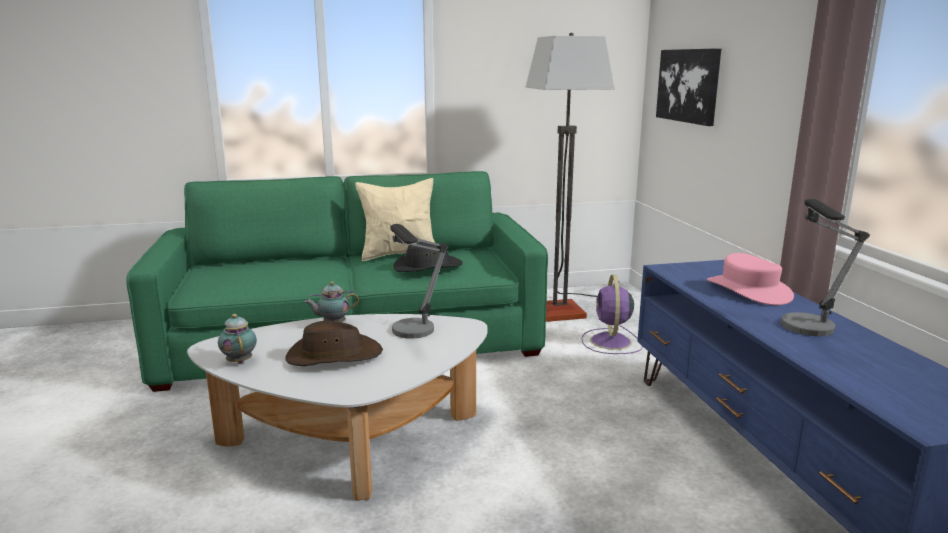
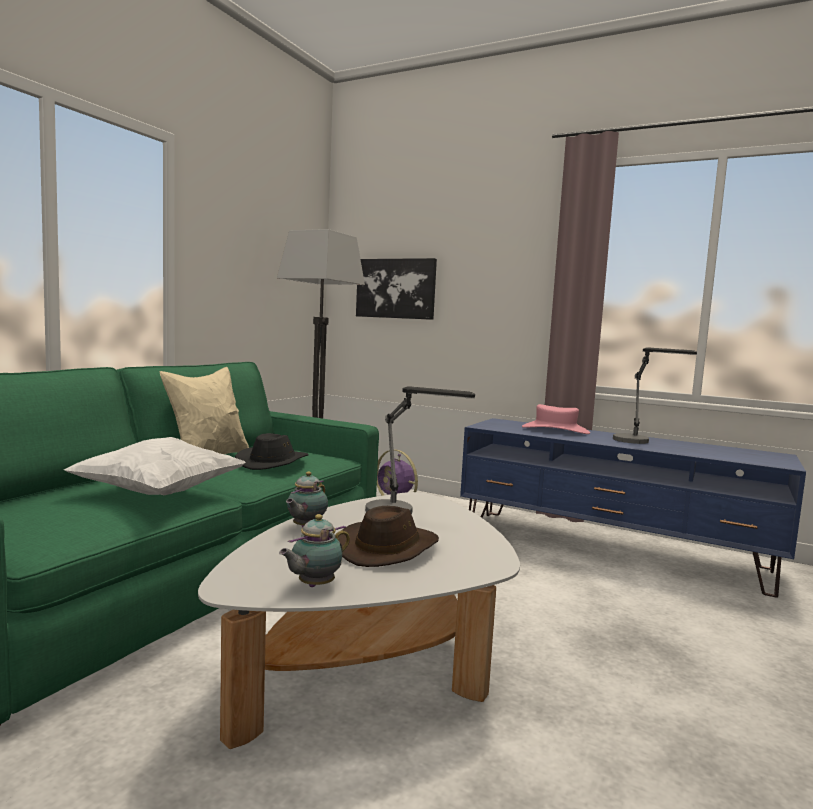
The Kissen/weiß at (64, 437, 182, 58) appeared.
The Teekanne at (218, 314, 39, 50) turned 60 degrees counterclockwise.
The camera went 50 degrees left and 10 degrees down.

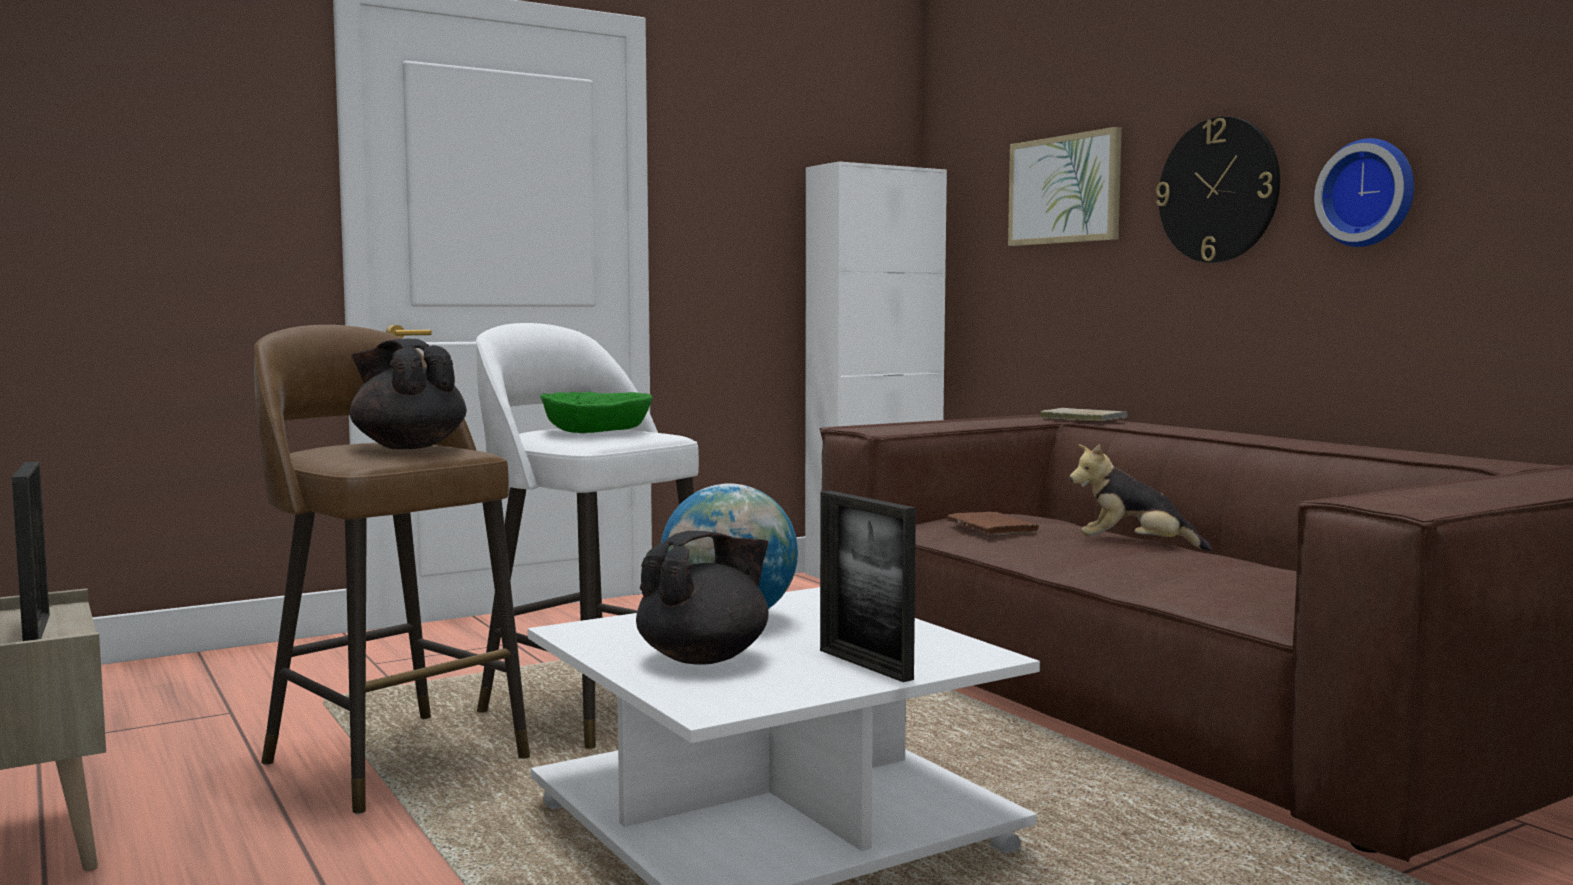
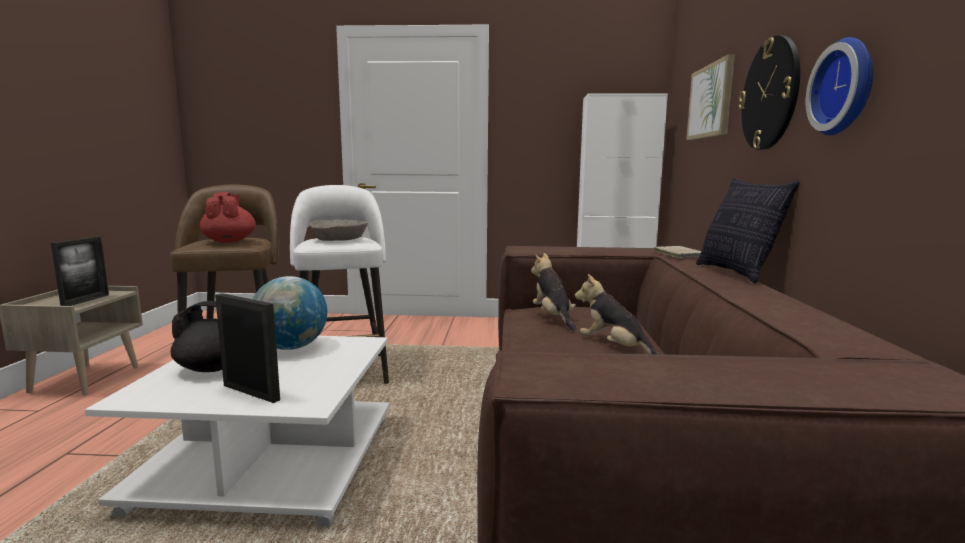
The Teekanne/schwarz at (350, 339, 117, 110) became the Teekanne/rot at (200, 192, 56, 51).
The Bilderrahmen at (820, 491, 96, 191) turned 120 degrees clockwise.
The Schüssel/grün at (541, 392, 111, 41) became the Schüssel/beige at (309, 219, 59, 22).
The Buch/braun at (947, 512, 94, 23) was replaced by the Plüschtier at (531, 253, 45, 78).
The Kissen at (696, 177, 104, 106) appeared.
The camera went 35 degrees right and 5 degrees up.

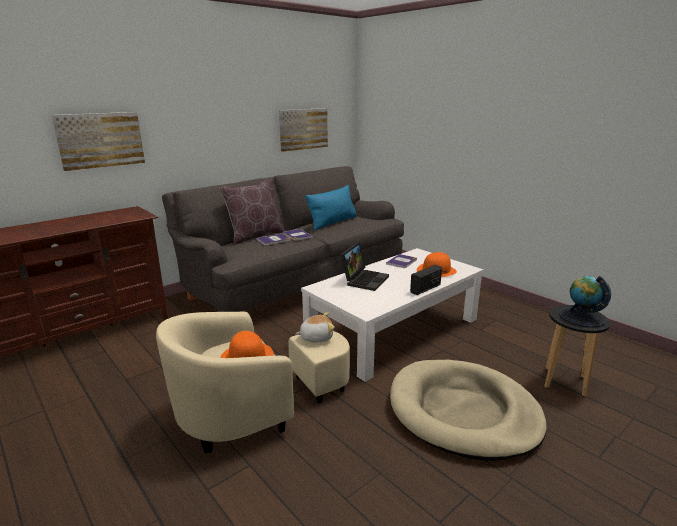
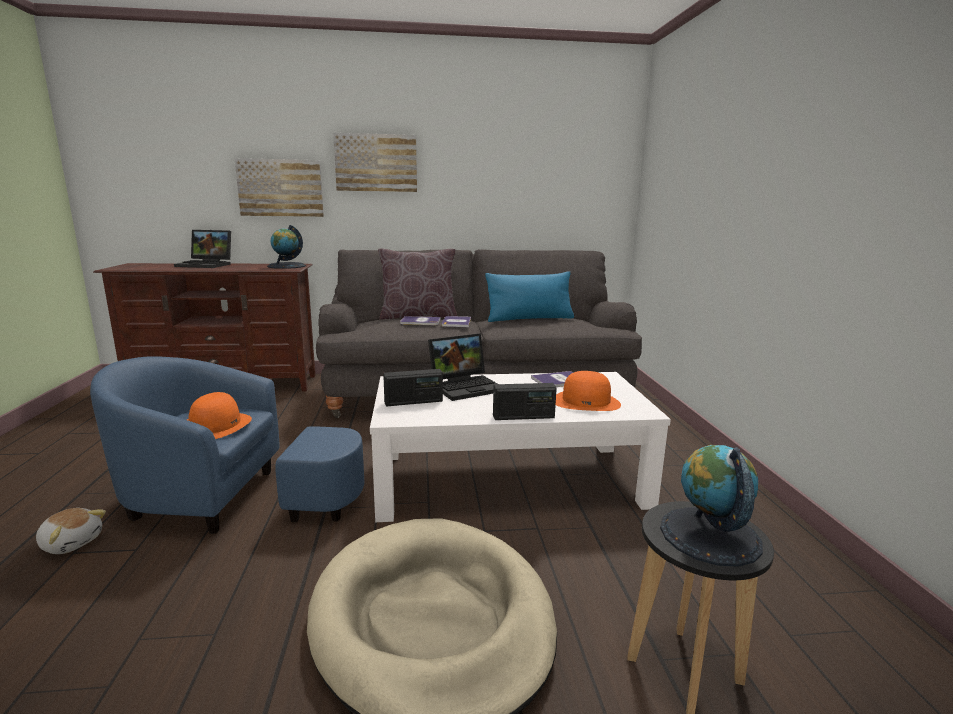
The Plüschtier moved from (295, 312, 40, 31) to (36, 508, 70, 46).
The Sessel/beige at (156, 312, 194, 141) became the Sessel/blau at (90, 356, 274, 178).
The Laptop at (174, 230, 57, 38) appeared.
The Globus at (267, 225, 39, 44) appeared.
The Bild moved from (279, 108, 49, 44) to (333, 133, 84, 59).
The Radio at (383, 369, 60, 38) appeared.
The camera went 35 degrees right and 5 degrees down.

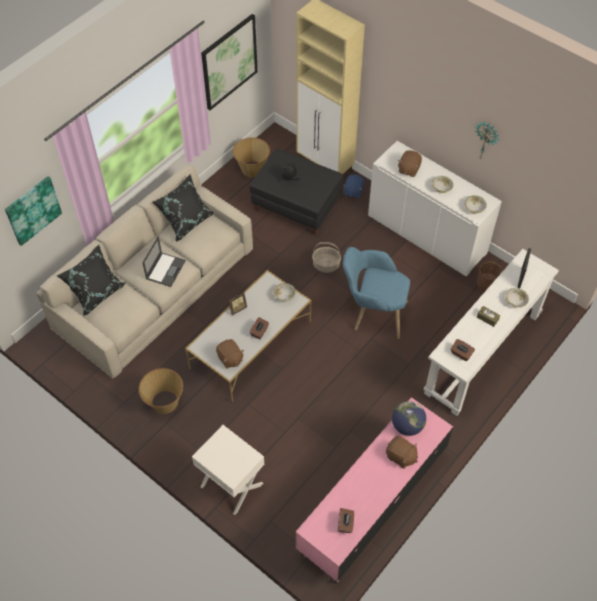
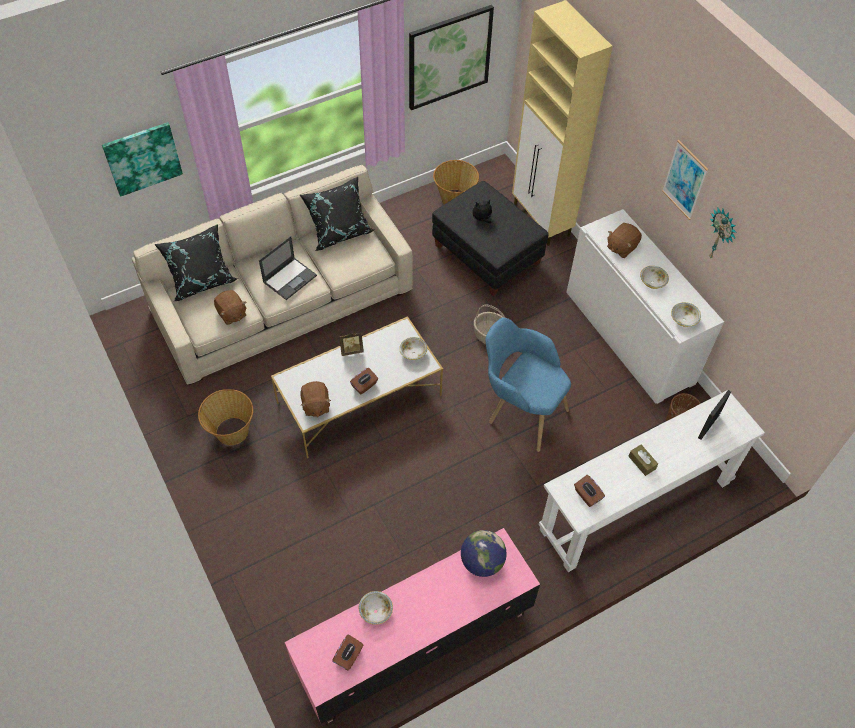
The Plüschtier/braun moved from (386, 436, 32, 33) to (214, 290, 32, 35).
The Schüssel moved from (505, 288, 24, 19) to (359, 591, 34, 34).
The Bild at (662, 140, 46, 80) appeared.
The Nachttisch/weiß at (192, 425, 73, 90) disappeared.
The Plüschtier/blau at (343, 175, 21, 23) disappeared.
The camera went 20 degrees right and 0 degrees up.

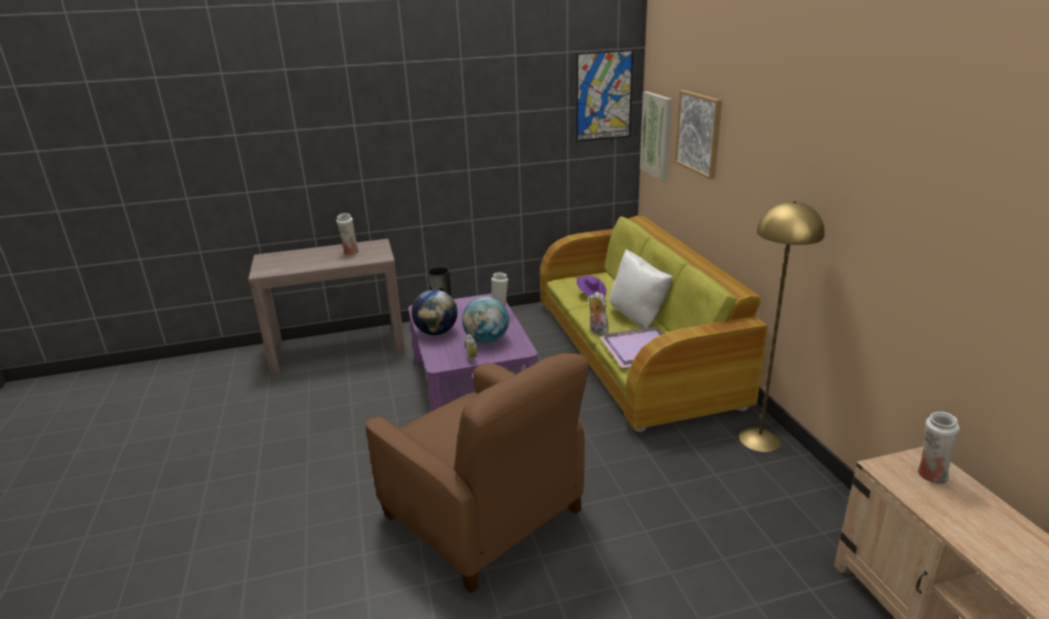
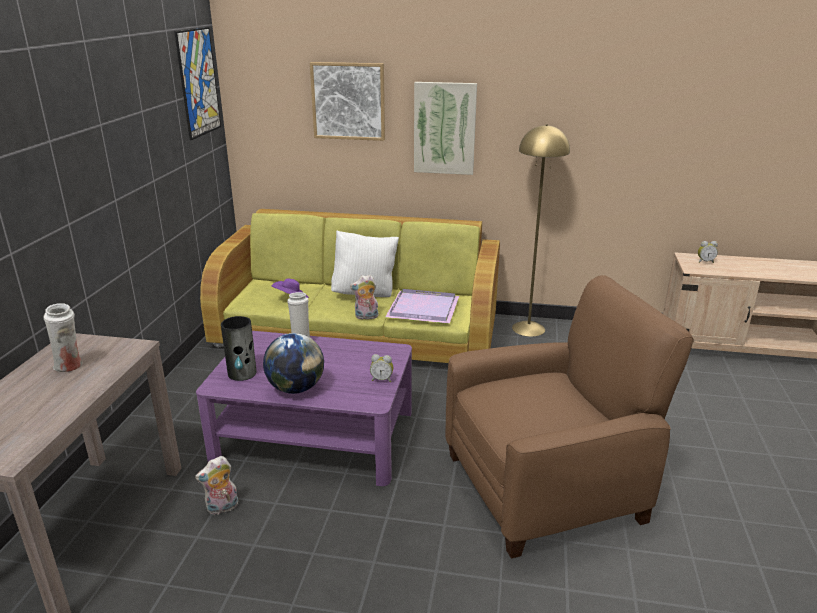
The Plüschtier at (195, 456, 43, 59) appeared.
The Bild moved from (640, 91, 32, 91) to (414, 82, 63, 93).
The Vase/weiß at (918, 412, 42, 72) was replaced by the Wecker at (698, 241, 20, 22).
The Globus at (462, 297, 47, 47) disappeared.
The camera went 65 degrees left and 0 degrees up.

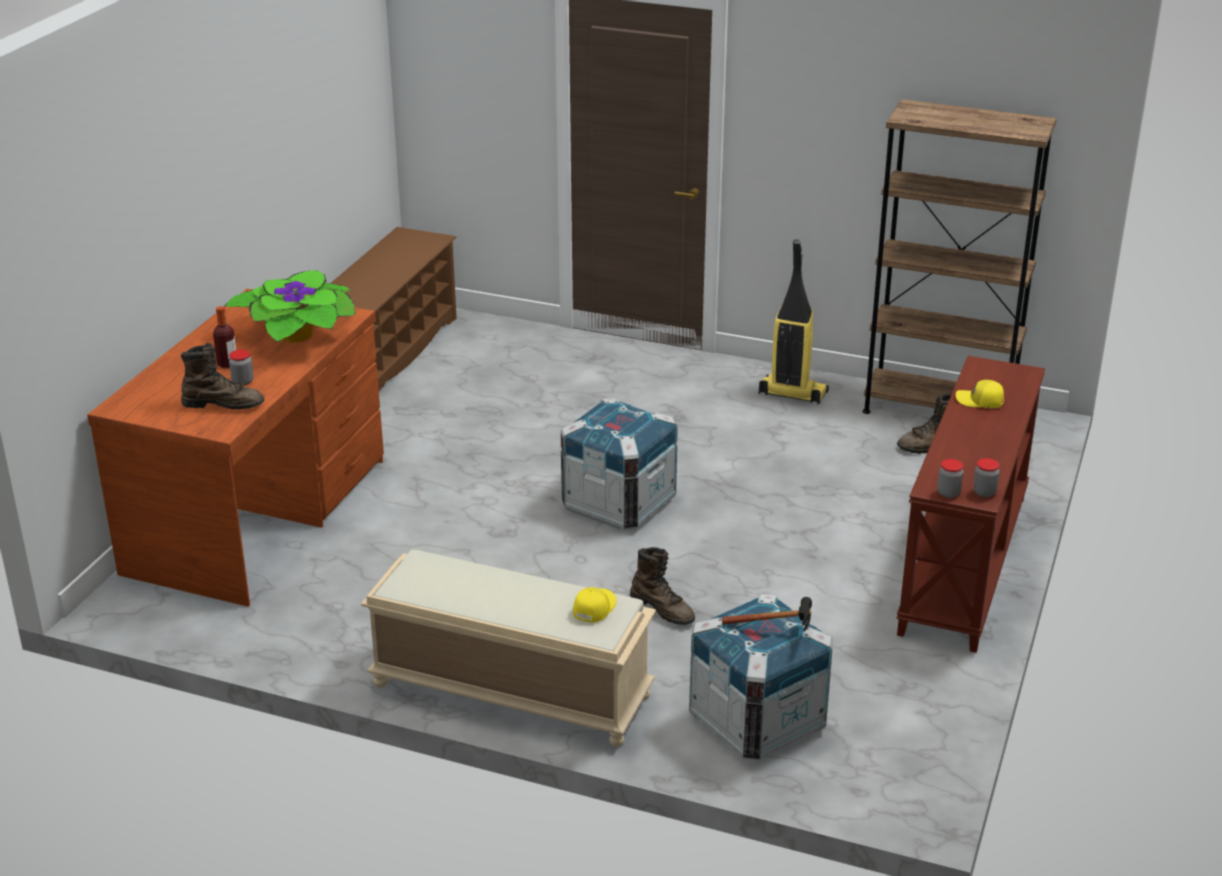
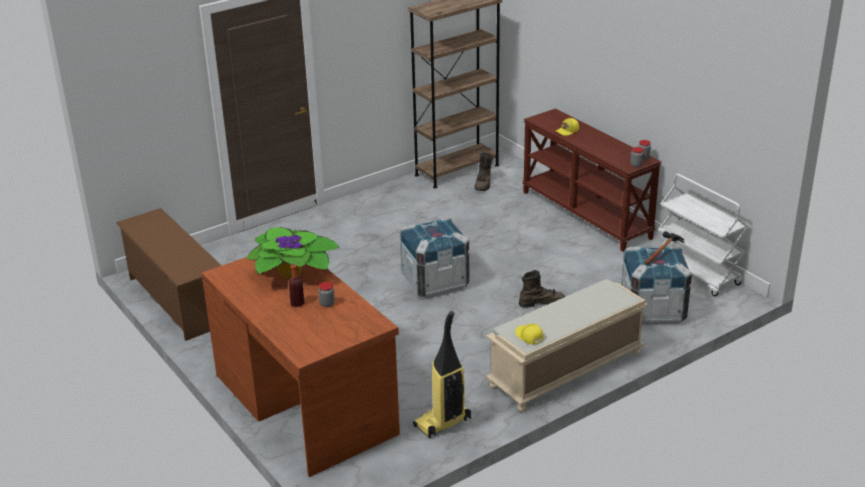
The Staubsauger moved from (759, 239, 70, 166) to (413, 311, 58, 127).
The Kappe/gelb moved from (573, 587, 44, 36) to (515, 324, 29, 21).
The Rollwagen/weiß at (658, 174, 91, 122) appeared.
The Stiefel/braun at (181, 343, 83, 67) disappeared.
The camera went 55 degrees left and 0 degrees up.

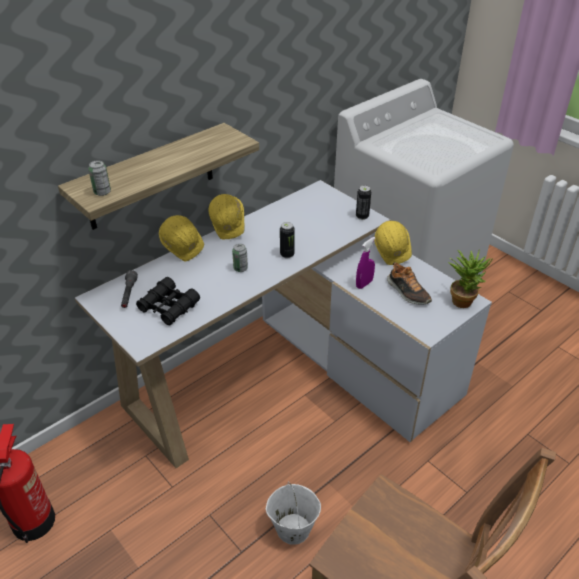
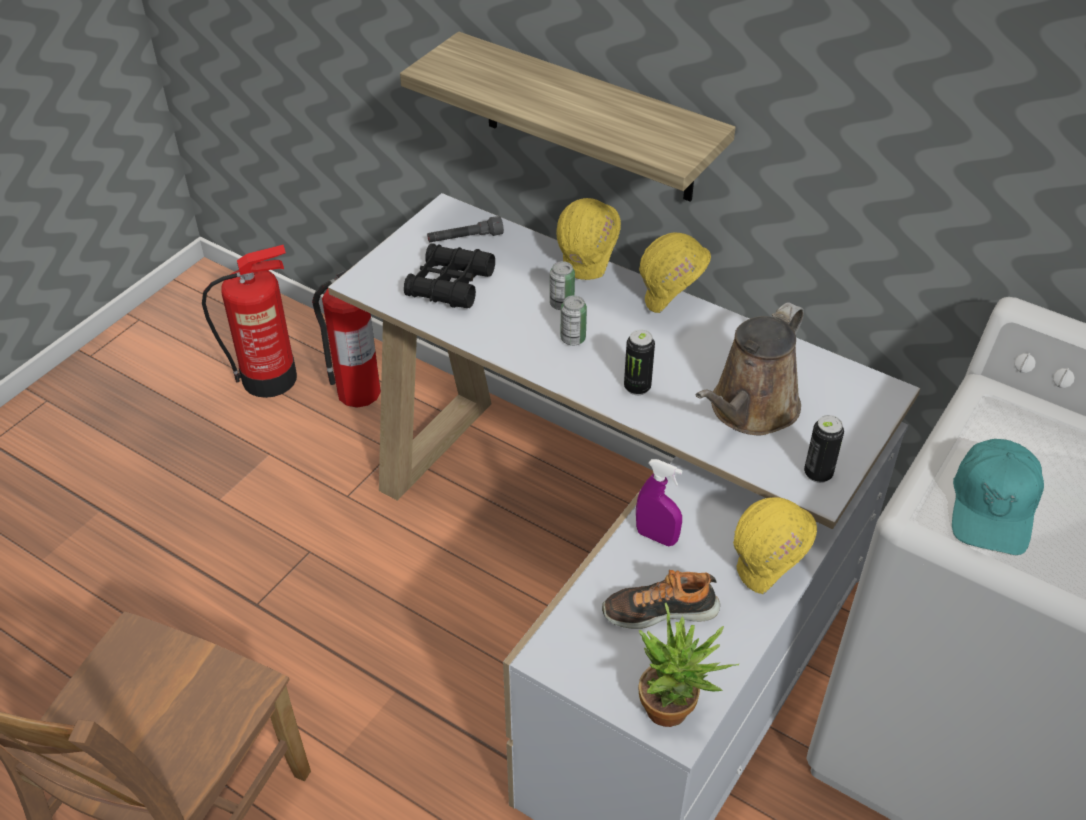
The Feuerlöscher at (312, 269, 69, 139) appeared.
The Dose moved from (88, 160, 23, 36) to (550, 261, 25, 49).
The Schuh at (387, 262, 45, 42) turned 45 degrees clockwise.
The Gießkanne/braun at (696, 302, 108, 133) appeared.
The Kappe/türkis at (952, 439, 92, 116) appeared.
The Eimer/weiß at (266, 481, 55, 64) disappeared.
The camera went 75 degrees right and 5 degrees up.

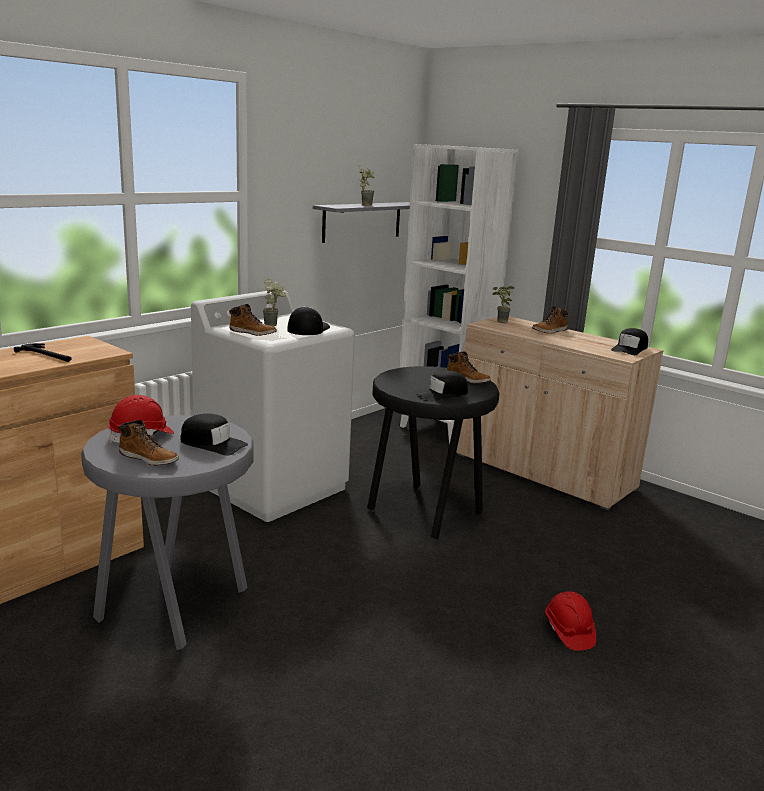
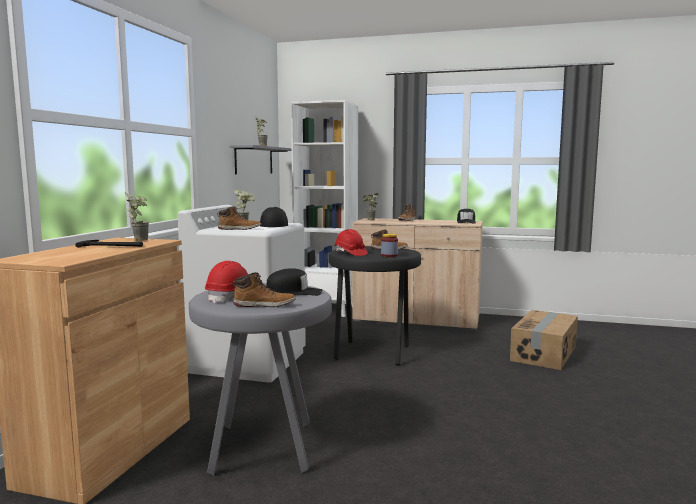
The Topfpflanze at (125, 193, 24, 48) appeared.
The Schutzhelm/rot moved from (545, 591, 51, 60) to (334, 229, 34, 27).
The Kappe/schwarz at (415, 371, 53, 30) was replaced by the Vorratsglas at (381, 234, 17, 23).
The Karton at (510, 310, 68, 60) appeared.
The camera went 25 degrees left and 10 degrees down.

